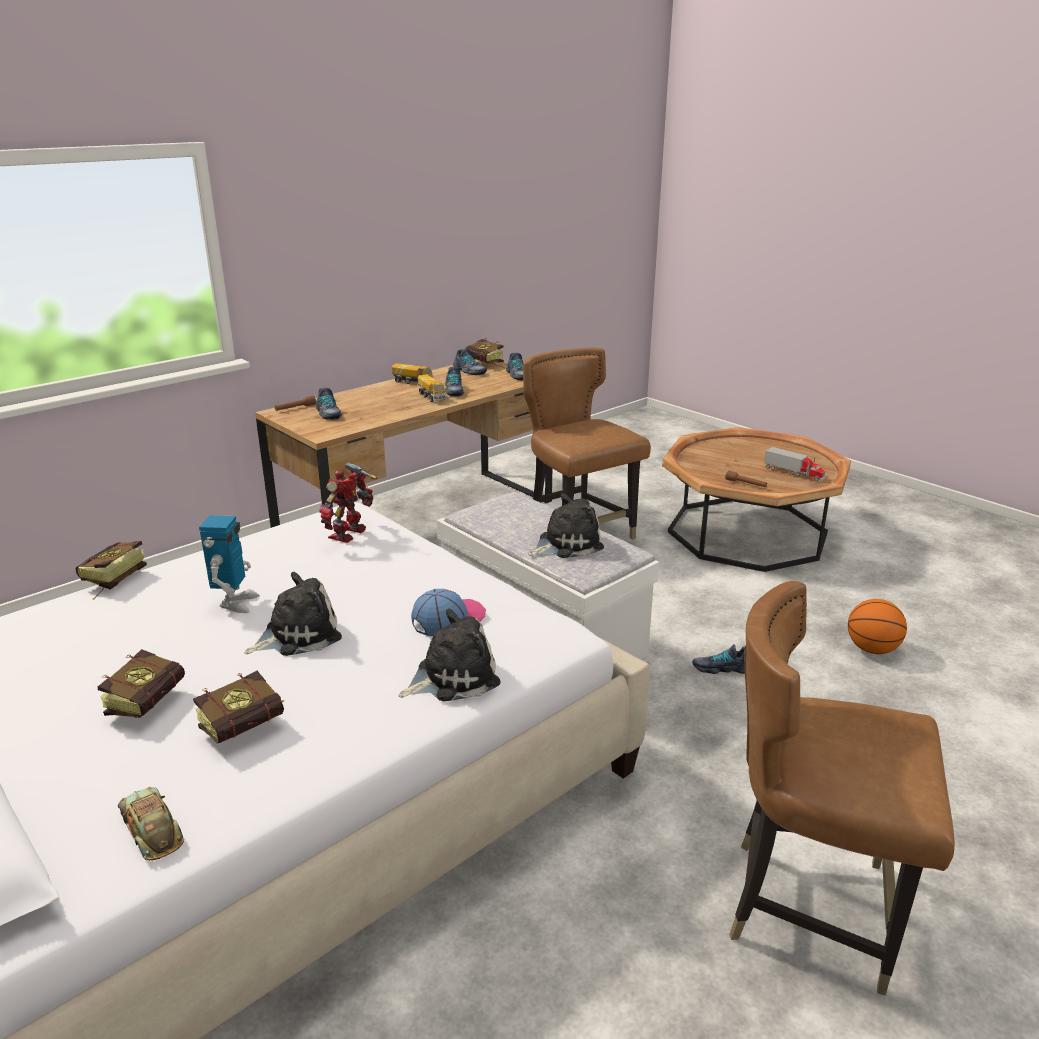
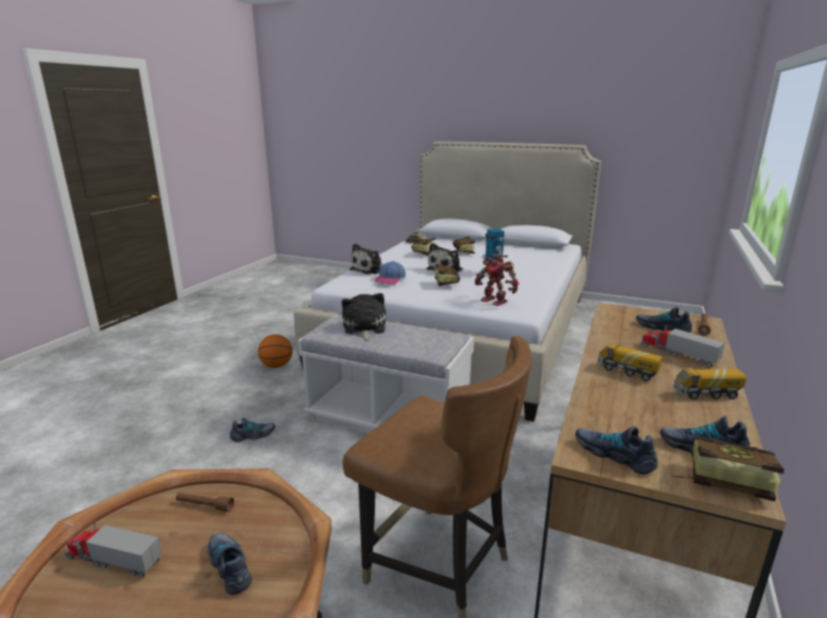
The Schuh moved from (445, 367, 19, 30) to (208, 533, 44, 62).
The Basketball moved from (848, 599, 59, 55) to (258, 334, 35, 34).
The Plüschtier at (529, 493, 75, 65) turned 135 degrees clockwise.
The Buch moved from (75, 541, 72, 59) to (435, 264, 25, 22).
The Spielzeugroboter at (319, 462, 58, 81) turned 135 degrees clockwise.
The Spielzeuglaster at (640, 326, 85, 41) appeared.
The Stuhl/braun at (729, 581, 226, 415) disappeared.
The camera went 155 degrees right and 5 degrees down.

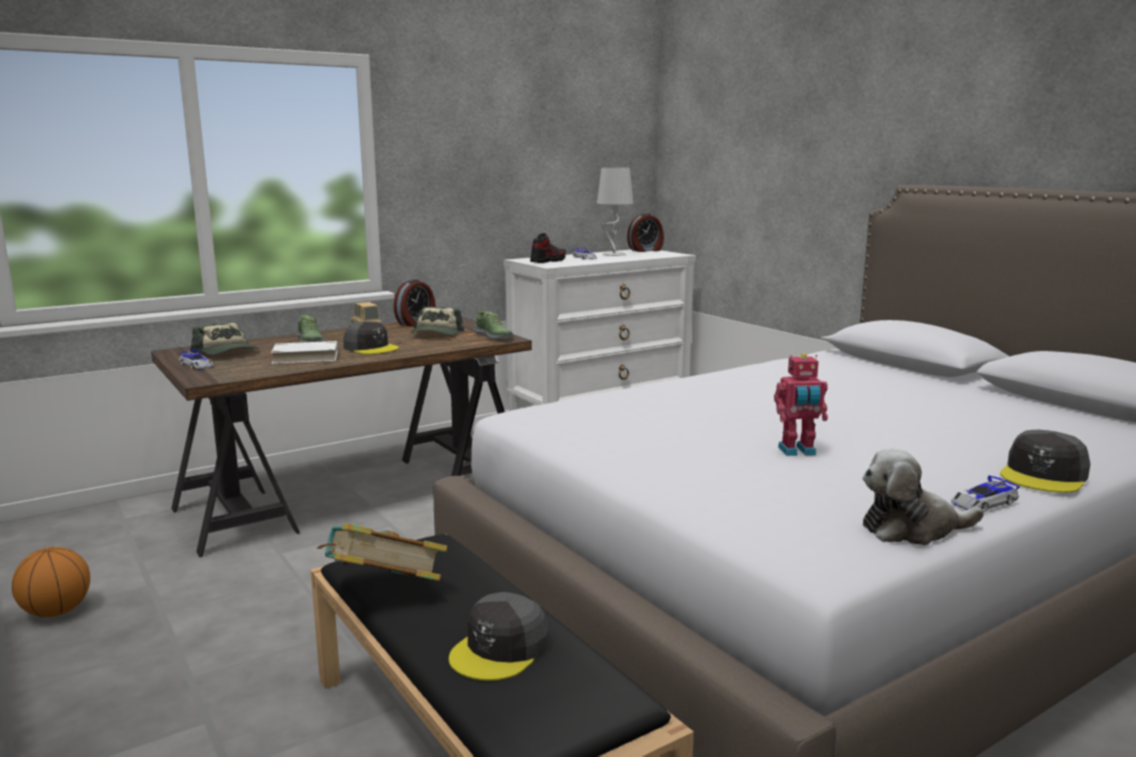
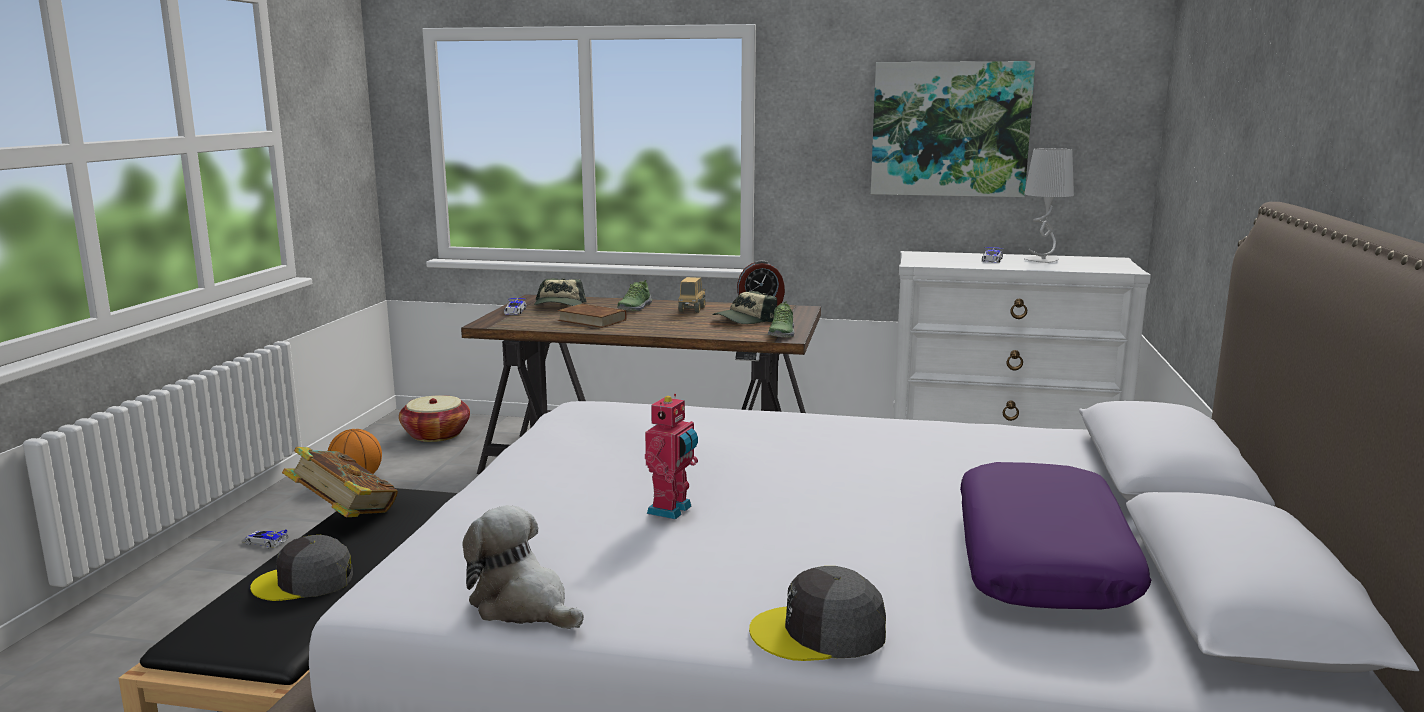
The Spielzeugauto moved from (951, 475, 69, 37) to (242, 529, 47, 19).
The Korb at (399, 395, 71, 47) appeared.
The Buch/weiß at (263, 341, 75, 23) became the Buch/braun at (557, 304, 70, 24).
The Spielzeugroboter at (774, 353, 54, 103) turned 105 degrees counterclockwise.
The Bild at (871, 61, 164, 136) appeared.
The Kissen/lila at (960, 462, 191, 147) appeared.
The Kappe/grau at (343, 321, 56, 33) disappeared.
The Schuh at (530, 233, 36, 30) disappeared.
The Wecker at (627, 213, 37, 39) disappeared.
The camera went 45 degrees right and 0 degrees up.

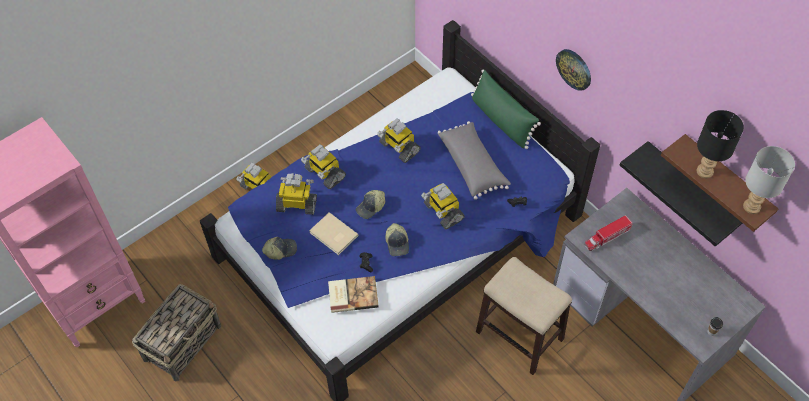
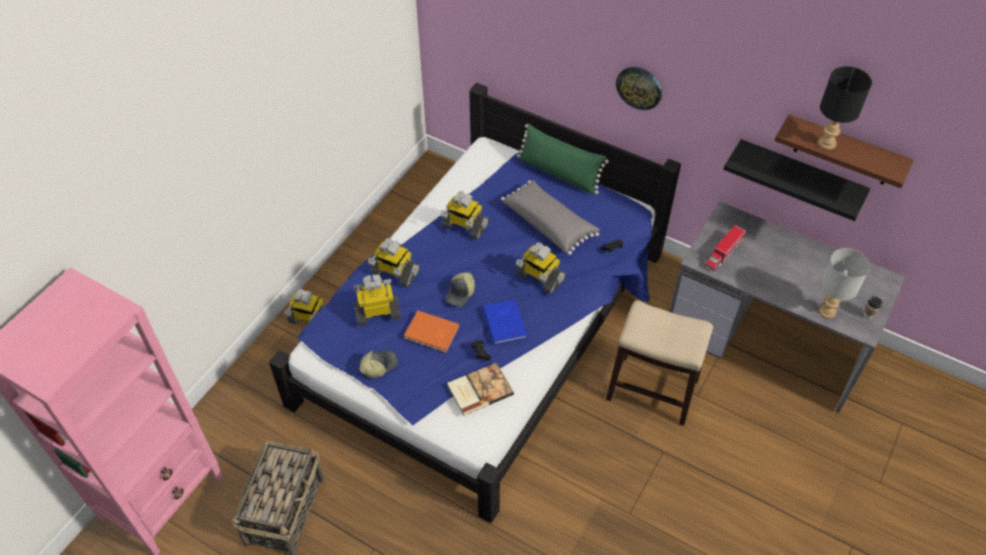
The Buch/beige at (309, 212, 49, 43) became the Buch/orange at (404, 311, 56, 42).
The Kappe at (385, 223, 24, 33) was replaced by the Buch/blau at (483, 300, 44, 45).
The Tischlampe/grau moved from (743, 146, 52, 68) to (819, 248, 51, 71).
The camera went 20 degrees left and 5 degrees down.

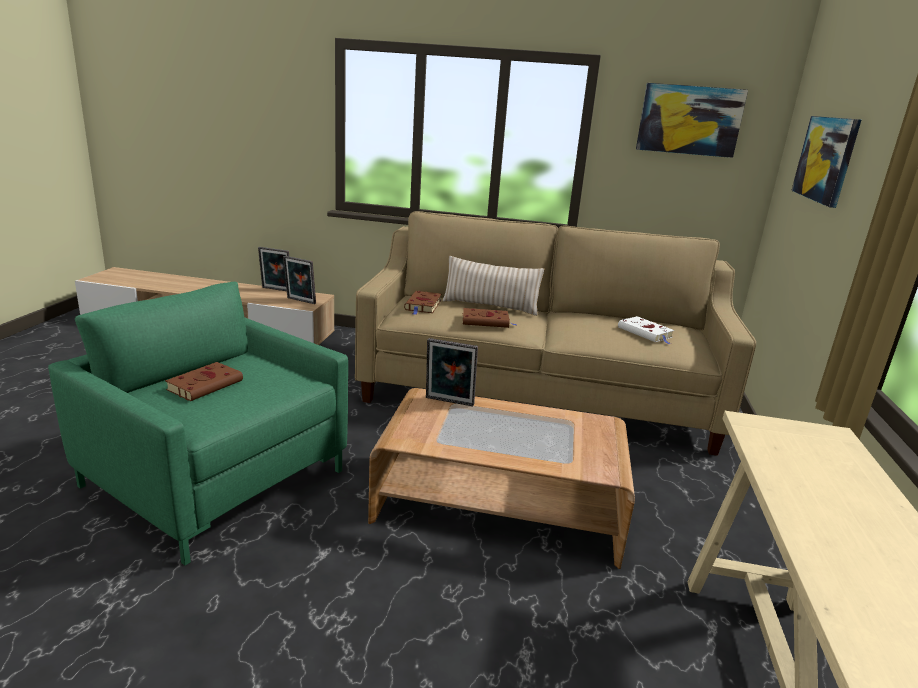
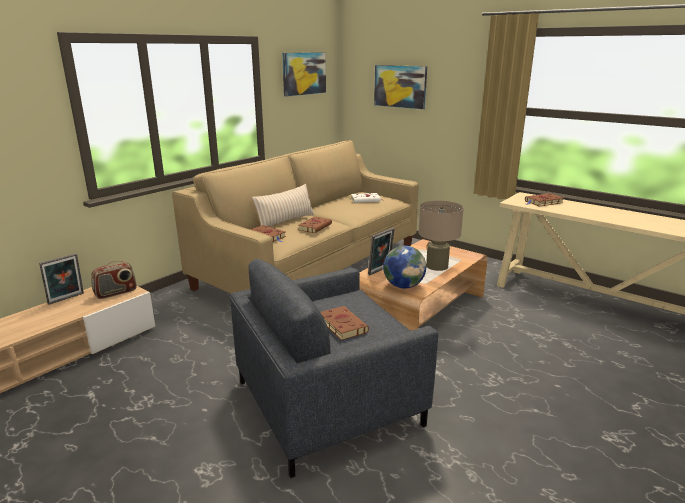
The Bilderrahmen at (283, 256, 33, 48) was replaced by the Radio at (91, 261, 46, 38).
The Sessel/grün at (48, 282, 300, 283) became the Sessel/grau at (230, 259, 208, 219).
The Globus at (383, 246, 43, 42) appeared.
The Tischlampe/beige at (418, 201, 46, 70) appeared.
The Buch/braun at (525, 193, 38, 14) appeared.
The camera went 60 degrees left and 0 degrees up.

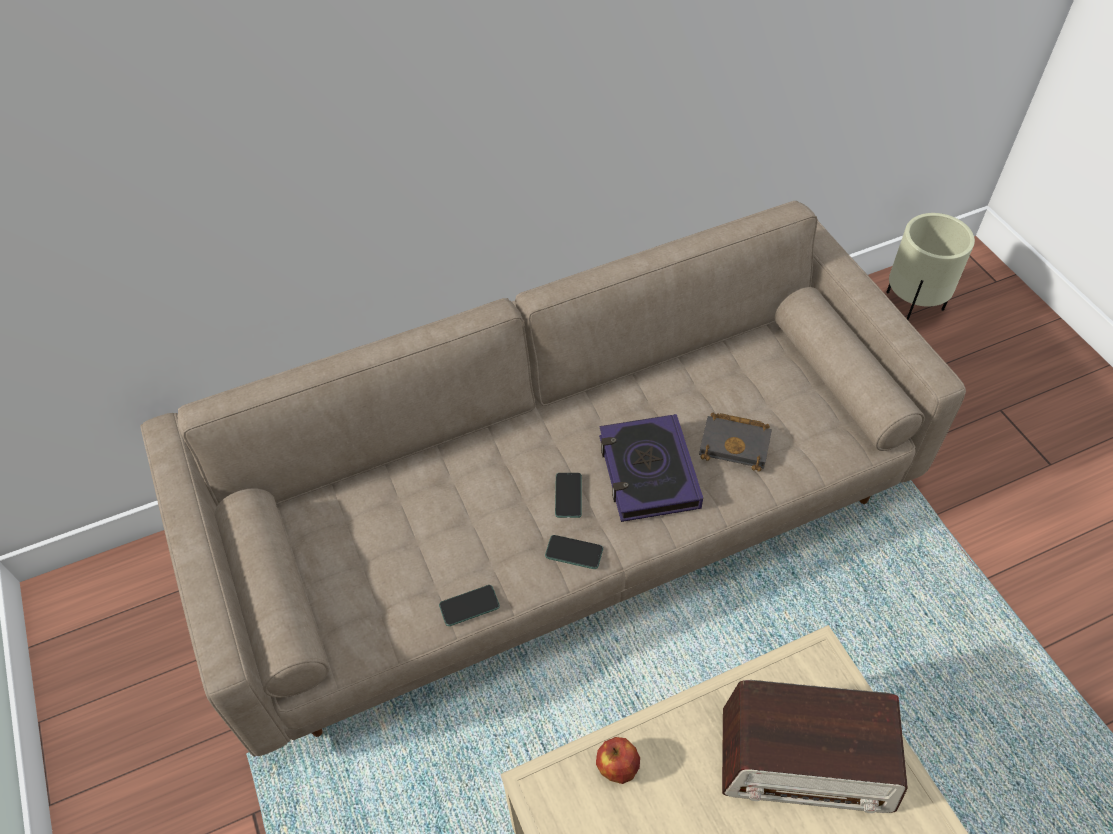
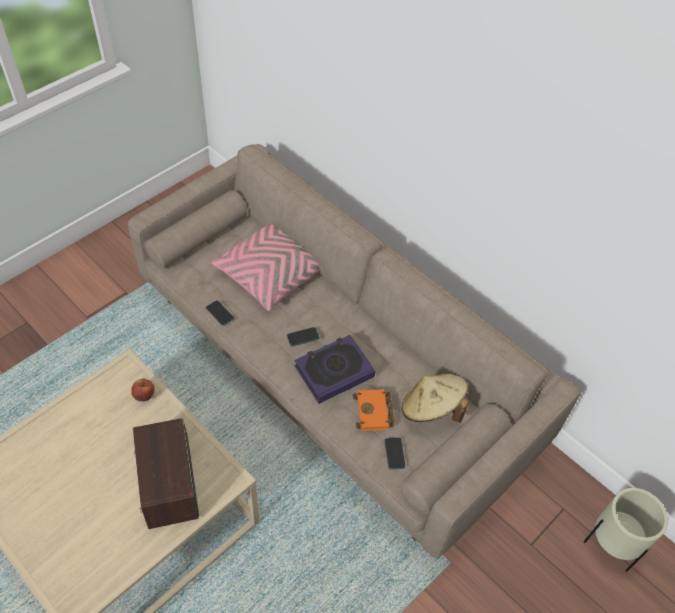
The Kissen/rosa at (209, 224, 111, 87) appeared.
The Buch/schwarz at (699, 412, 73, 60) became the Buch/orange at (353, 389, 41, 42).
The Handy moved from (545, 535, 58, 34) to (384, 437, 22, 33).
The Hut/beige at (402, 374, 67, 49) appeared.
The camera went 65 degrees right and 0 degrees up.

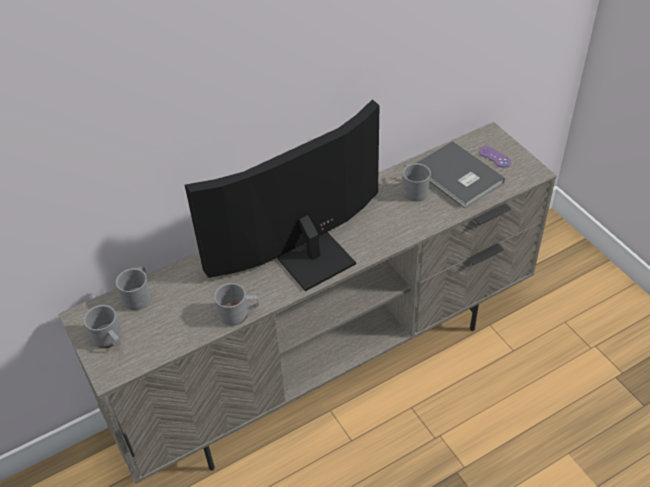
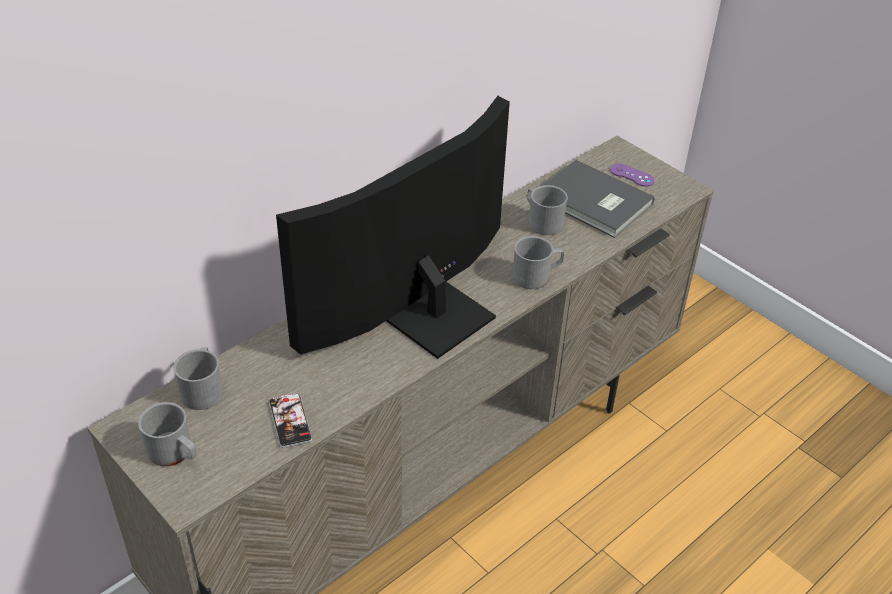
The Handy at (269, 393, 43, 55) appeared.
The Henkelbecher/grau moved from (214, 283, 45, 43) to (512, 236, 52, 53).
The camera went 15 degrees left and 5 degrees down.

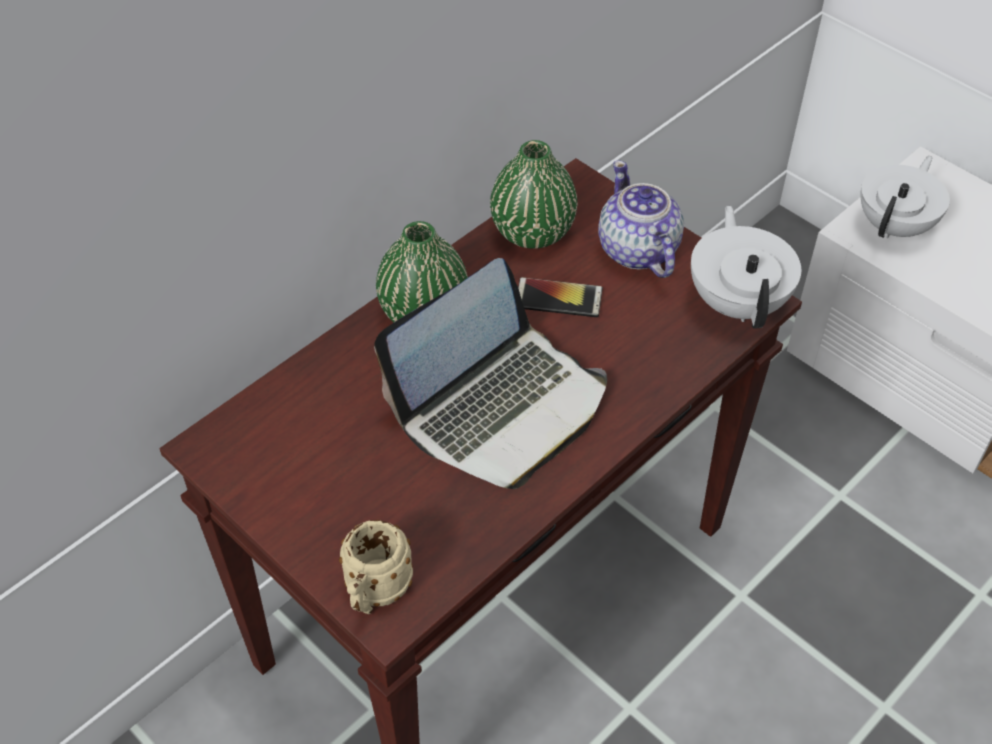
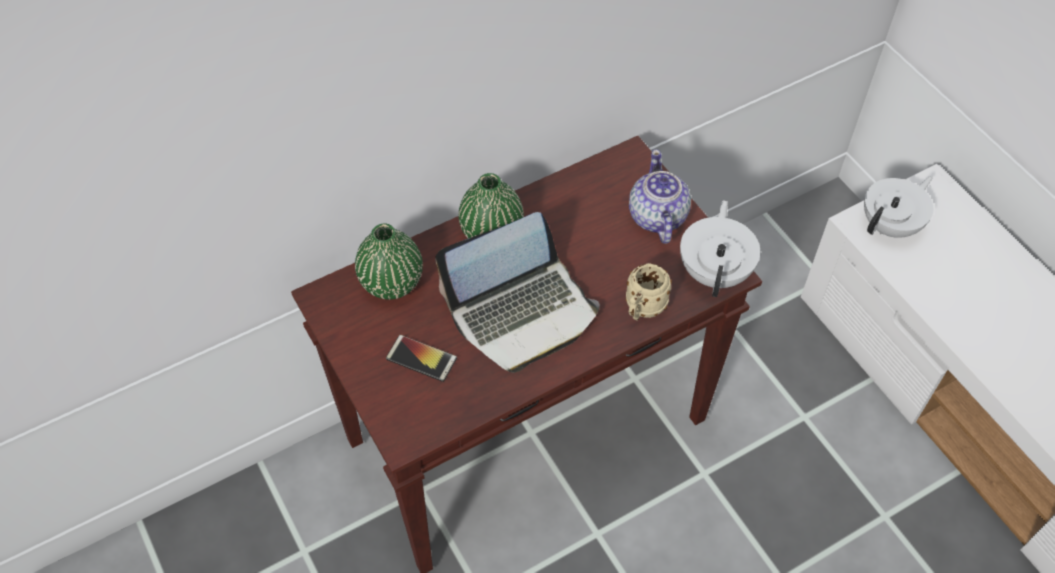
The Vase/grün moved from (490, 140, 87, 109) to (355, 223, 68, 77).
The Handy moved from (518, 277, 85, 40) to (386, 335, 71, 47).
The Henkelbecher/beige moved from (339, 520, 74, 94) to (626, 263, 46, 58).
The camera went 15 degrees right and 5 degrees up.

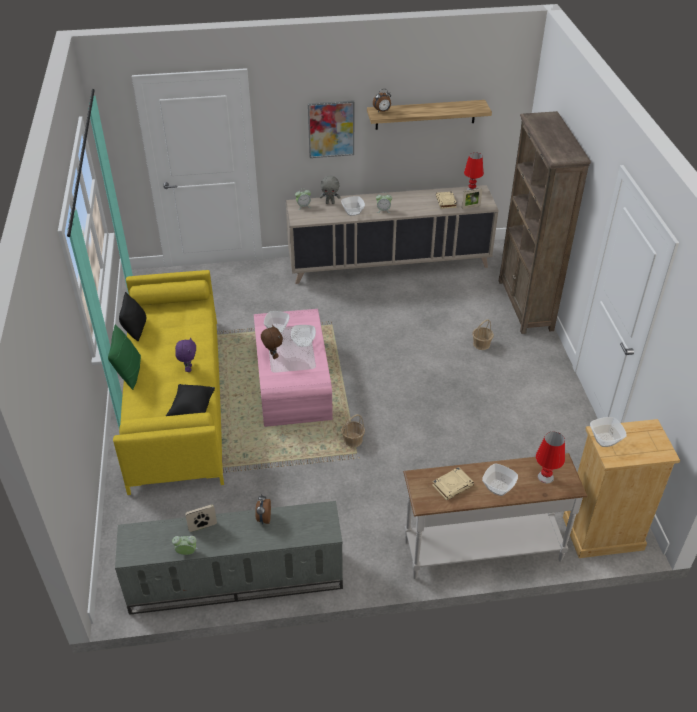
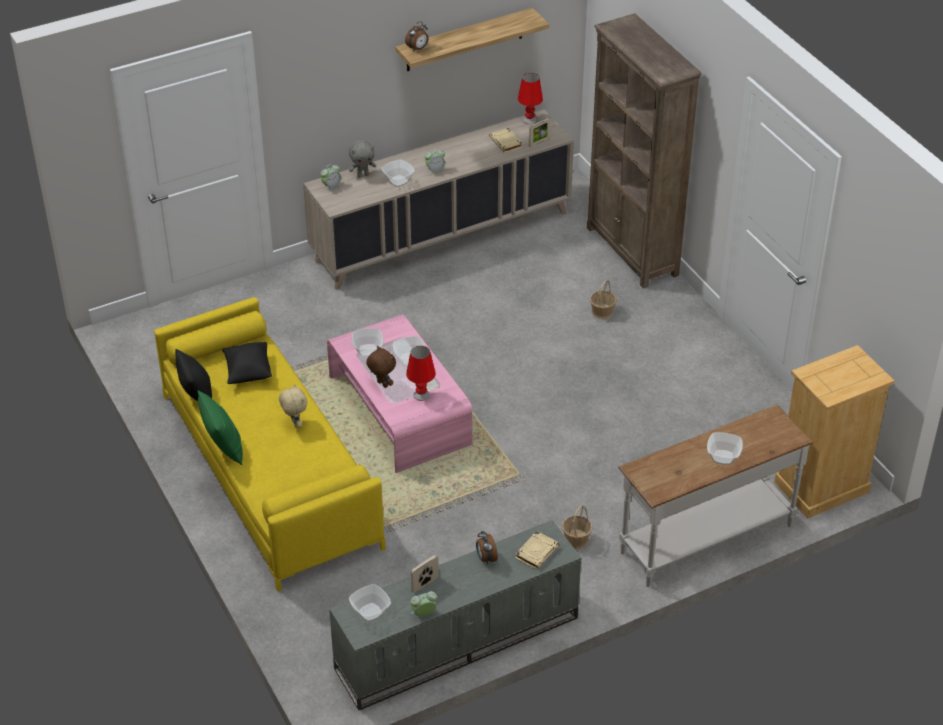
The Kissen/schwarz moved from (166, 384, 49, 32) to (222, 342, 50, 42).
The Plüschtier/lila at (175, 337, 21, 35) became the Plüschtier/beige at (279, 384, 28, 44).
The Schüssel moved from (590, 417, 37, 30) to (349, 584, 42, 38).
The Tischlampe/rot moved from (536, 432, 29, 51) to (406, 346, 30, 55).
The Buch/beige moved from (432, 467, 42, 33) to (515, 531, 44, 39).
The Korb moved from (341, 414, 24, 33) to (562, 505, 31, 44).
The Bild at (308, 100, 47, 58) disappeared.
The camera went 20 degrees left and 0 degrees up.

